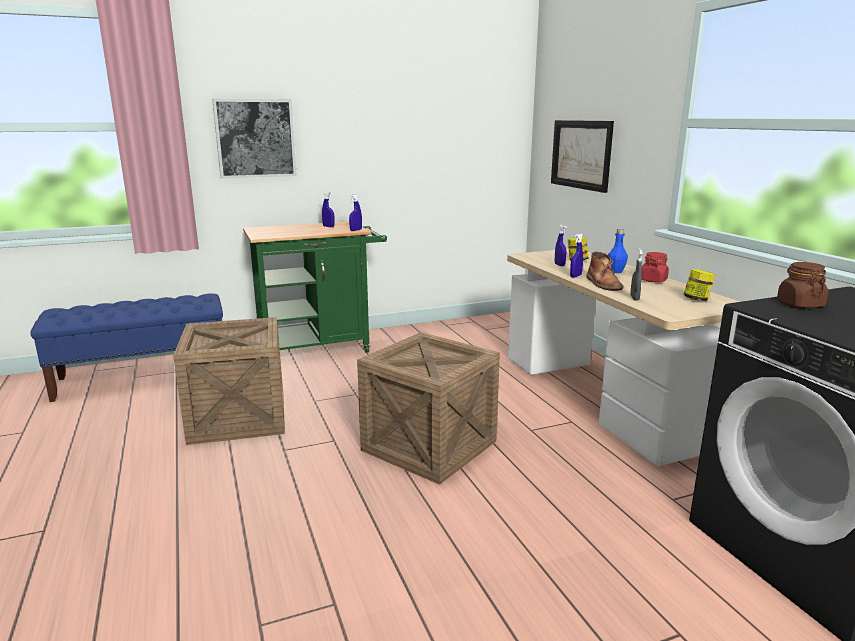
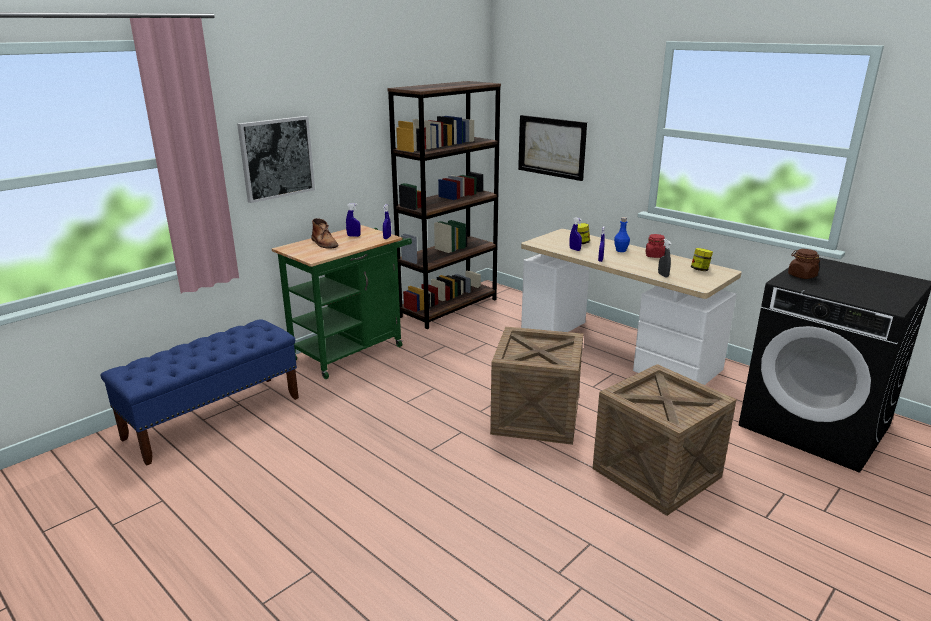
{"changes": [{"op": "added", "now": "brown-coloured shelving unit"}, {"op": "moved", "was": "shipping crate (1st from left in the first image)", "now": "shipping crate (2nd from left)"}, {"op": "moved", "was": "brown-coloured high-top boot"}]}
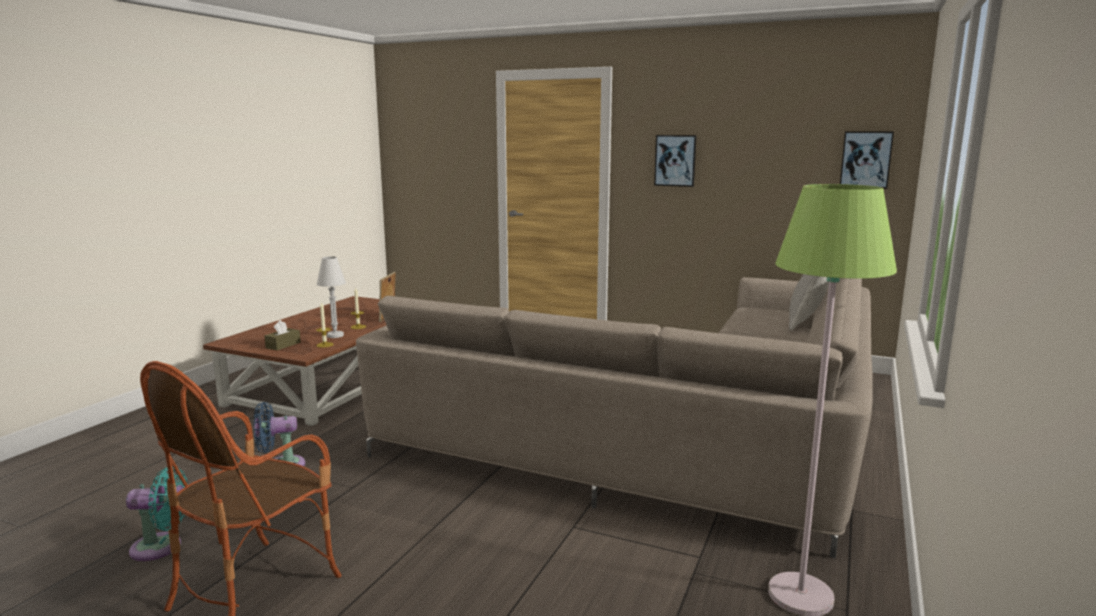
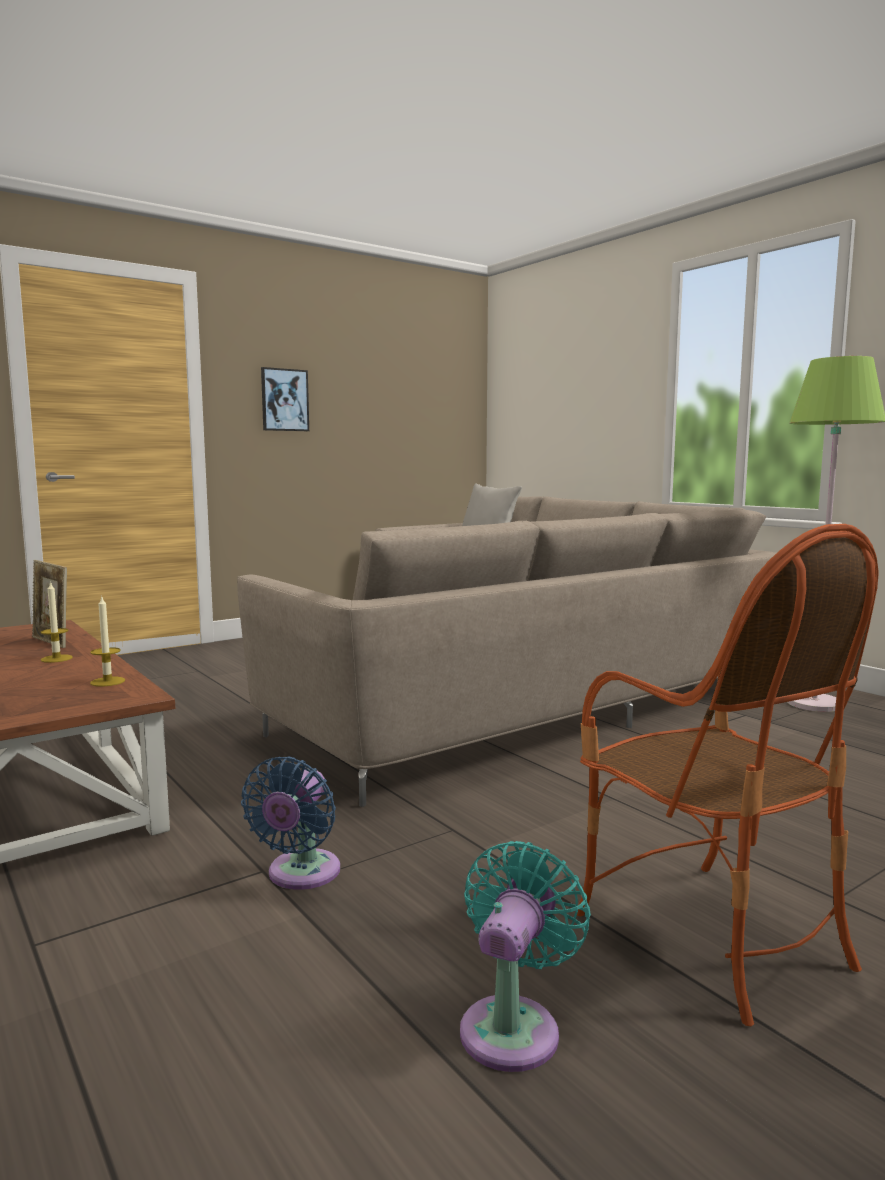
{"changes": [{"op": "removed", "was": "brown-coloured box of tissues"}, {"op": "removed", "was": "white lamp for a table"}, {"op": "removed", "was": "wall art (2nd from left)"}]}
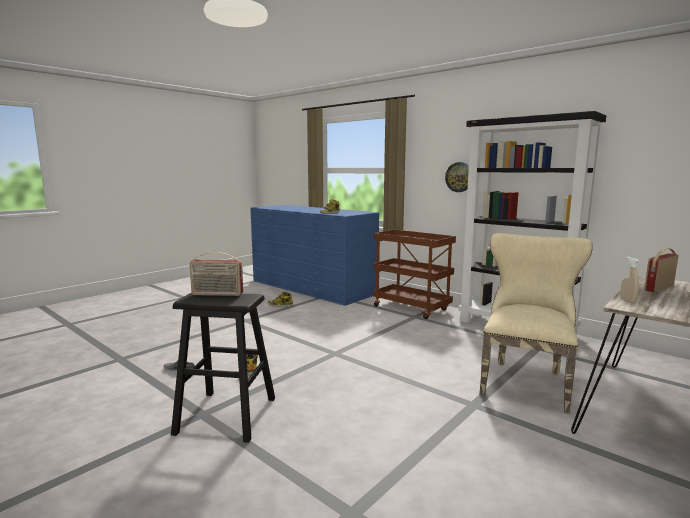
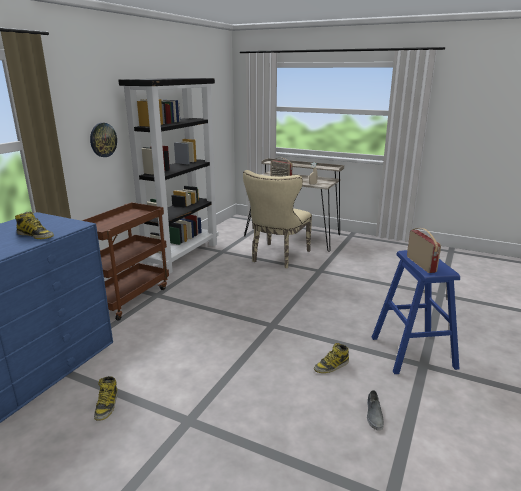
{"changes": [{"op": "recoloured", "was": "blackish sitting stool", "now": "bluish sitting stool"}, {"op": "turned", "was": "beige upright chair", "clockwise": -75}]}
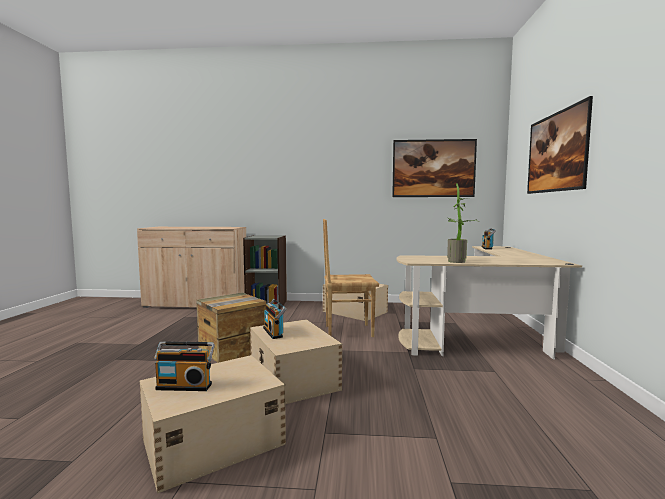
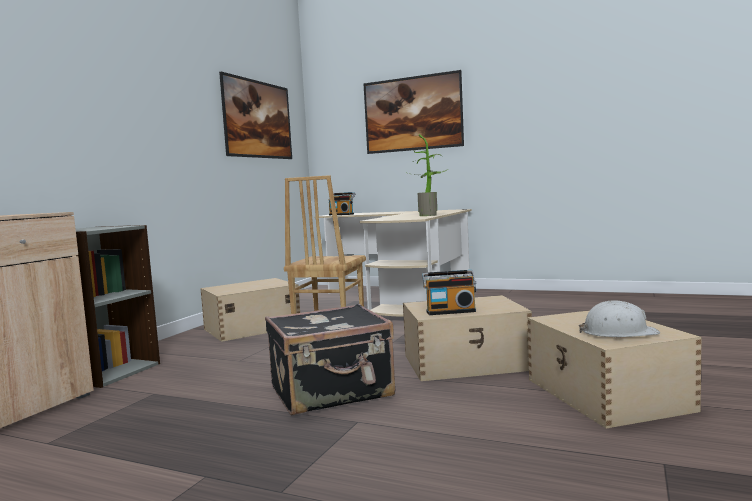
{"changes": [{"op": "replaced", "was": "radio set (1st from left)", "now": "white work helmet"}, {"op": "replaced", "was": "shipping crate", "now": "blackish travel case"}]}
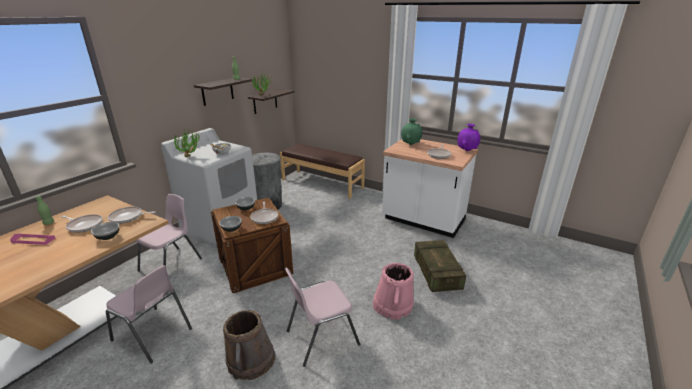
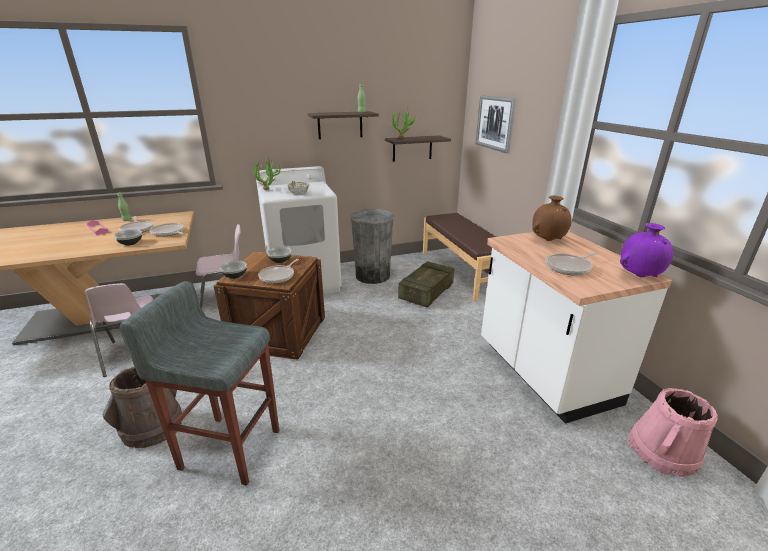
{"changes": [{"op": "added", "now": "wall art"}, {"op": "moved", "was": "pinkish water bucket"}, {"op": "moved", "was": "shipping crate (2nd from left)"}, {"op": "replaced", "was": "pinkish upright chair (3rd from left)", "now": "greyish sitting stool"}, {"op": "recoloured", "was": "green decorative vase", "now": "brown-coloured decorative vase"}]}
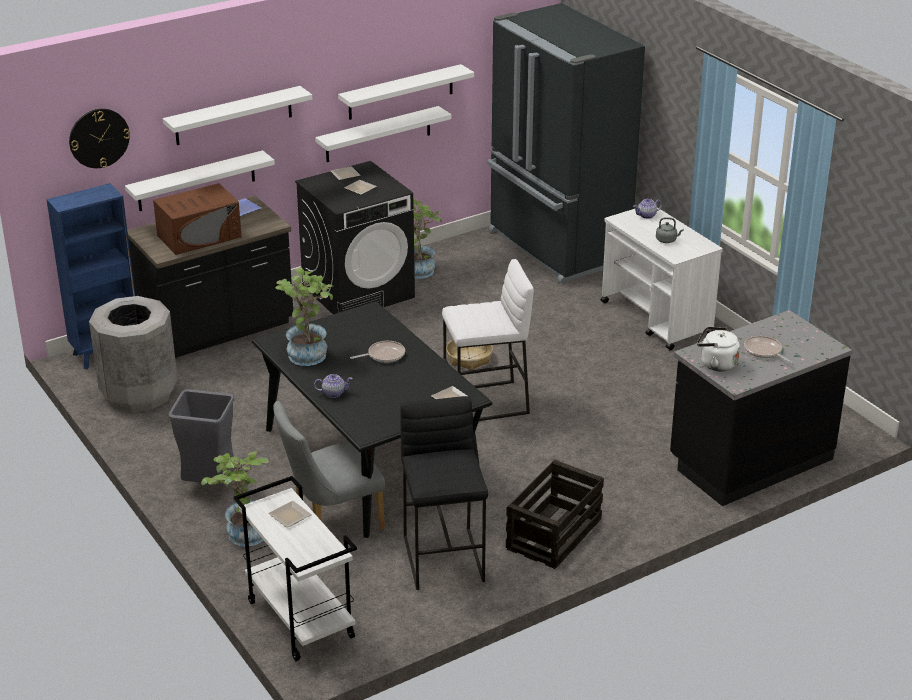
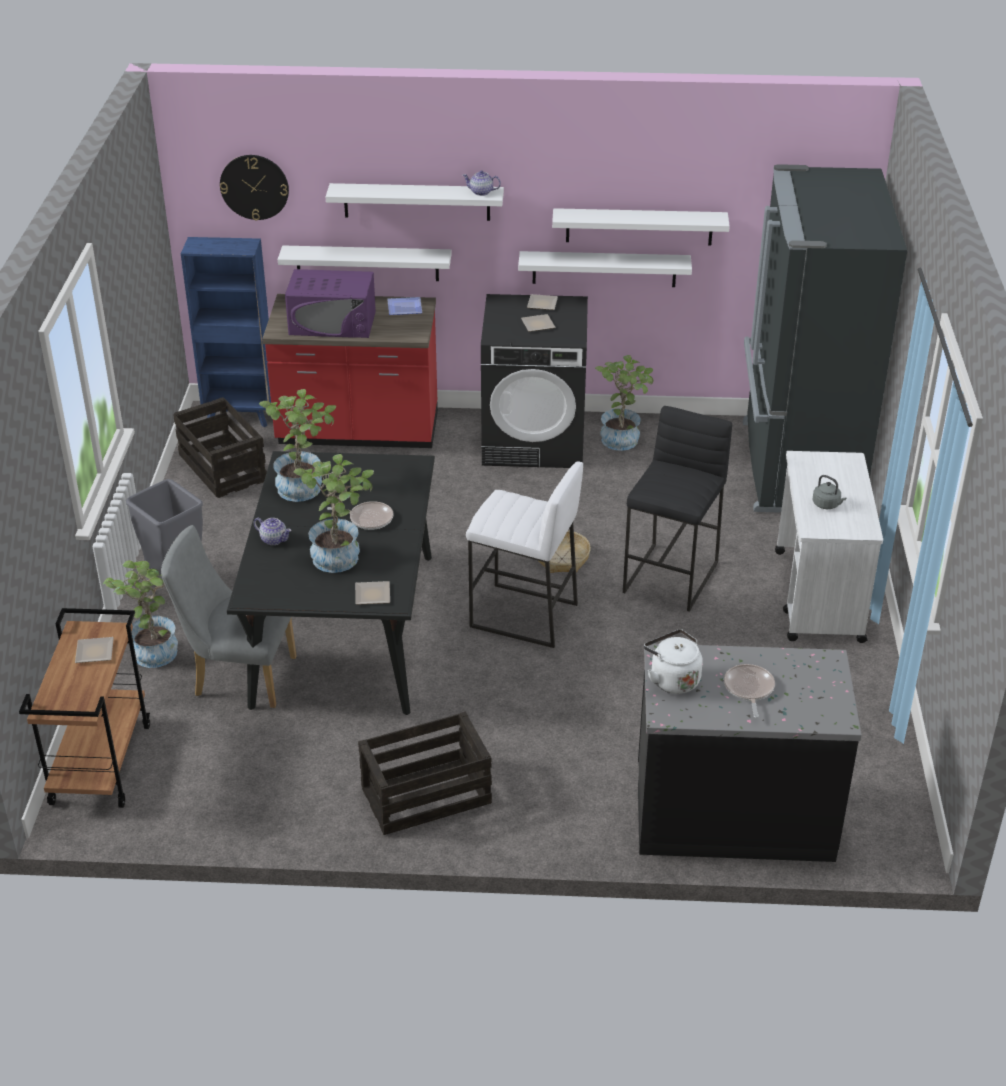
{"changes": [{"op": "added", "now": "plant in a pot (3rd from left)"}, {"op": "moved", "was": "blackish sitting stool"}, {"op": "moved", "was": "teapot (2nd from left)"}, {"op": "replaced", "was": "greyish rubbish bin (1st from left)", "now": "shipping crate (1st from left)"}, {"op": "recoloured", "was": "blackish kitchen base unit (1st from left)", "now": "red kitchen base unit"}, {"op": "recoloured", "was": "brown-coloured kitchen microwave", "now": "purplish kitchen microwave"}, {"op": "recoloured", "was": "white cart (1st from left)", "now": "brown-coloured cart"}]}
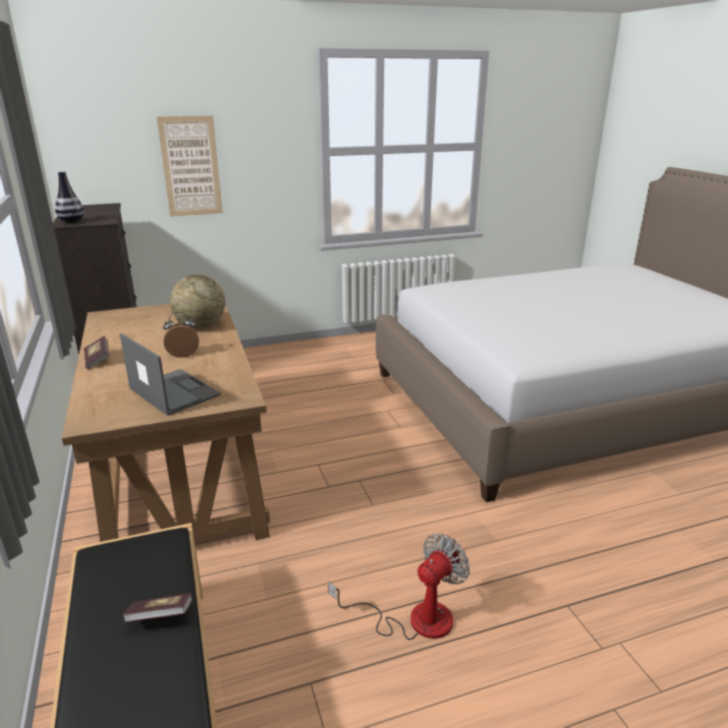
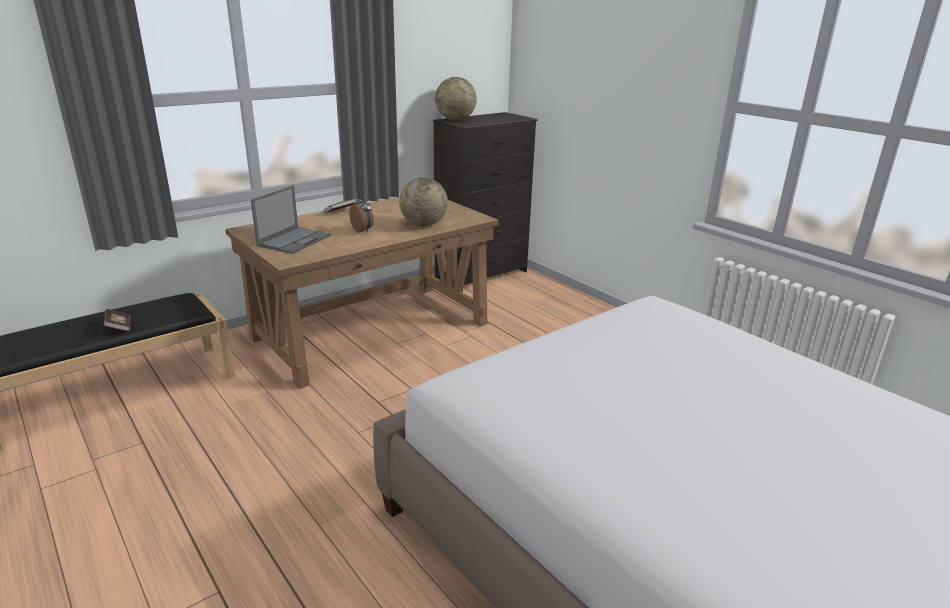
{"changes": [{"op": "removed", "was": "wall art"}, {"op": "removed", "was": "electric fan"}, {"op": "replaced", "was": "decorative vase", "now": "desk globe (2nd from left)"}]}
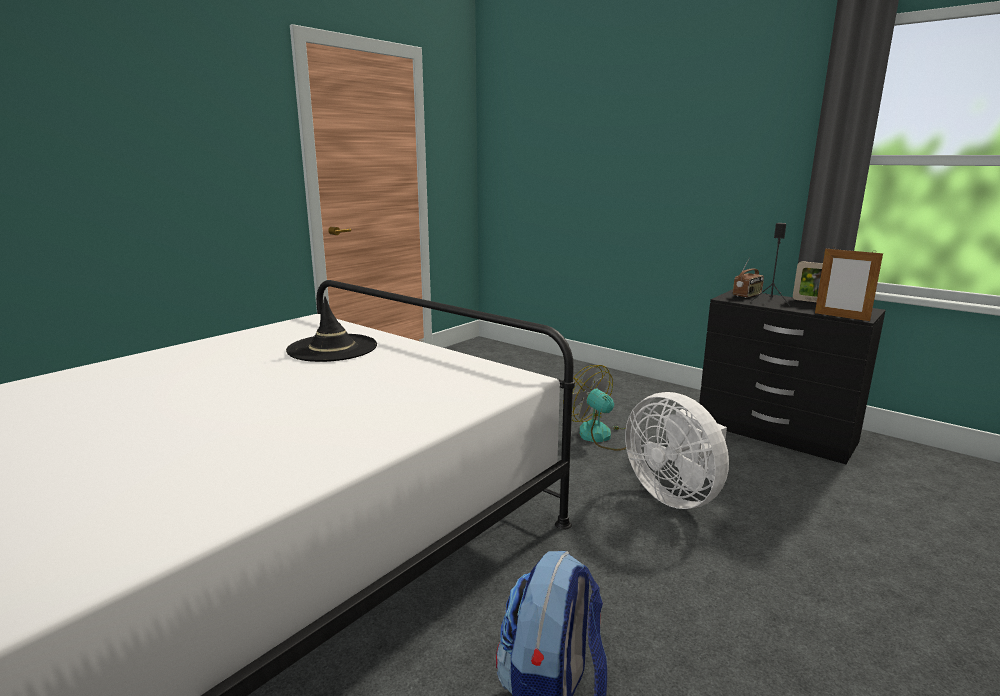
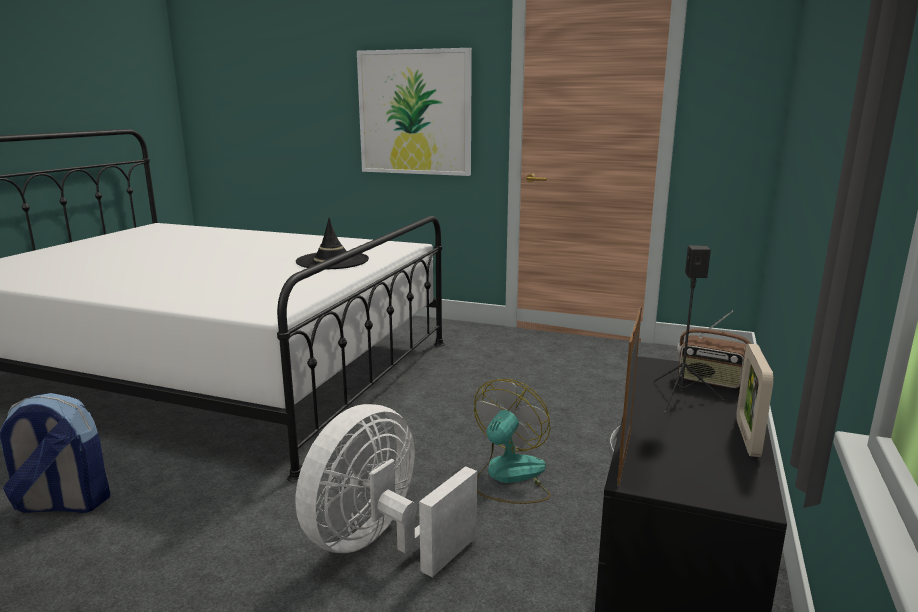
{"changes": [{"op": "added", "now": "wall art"}]}
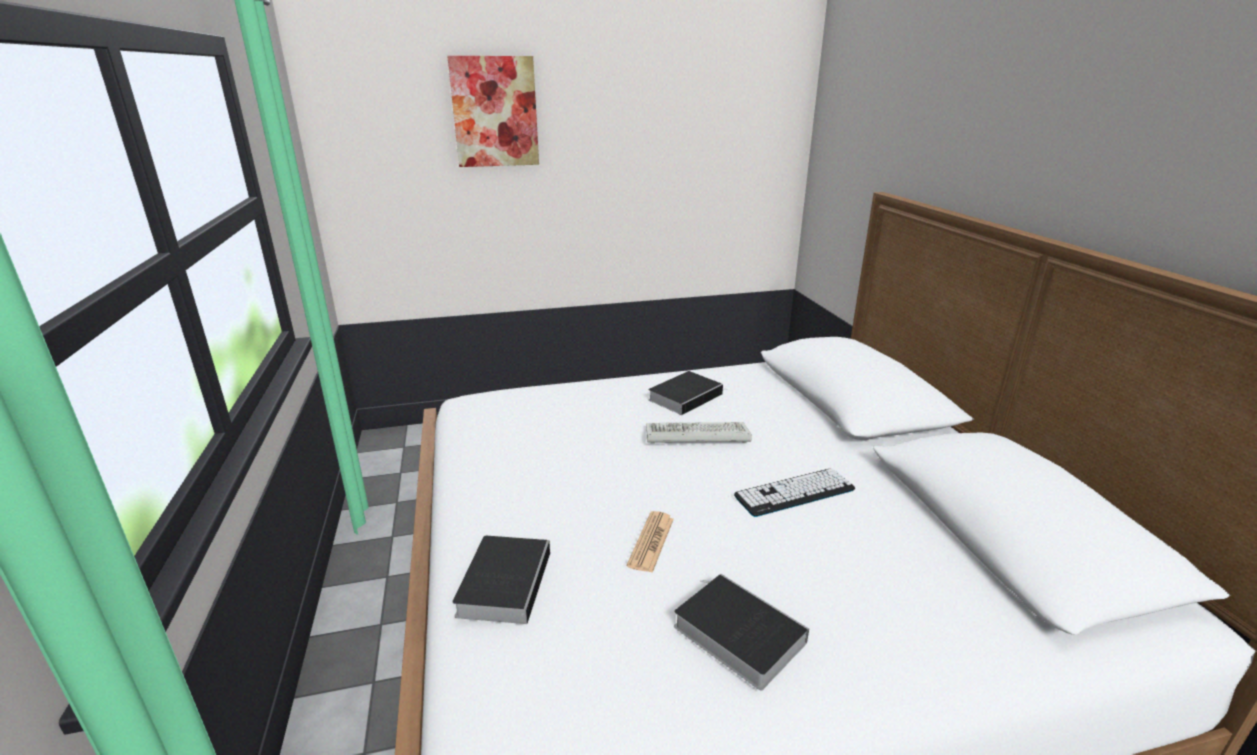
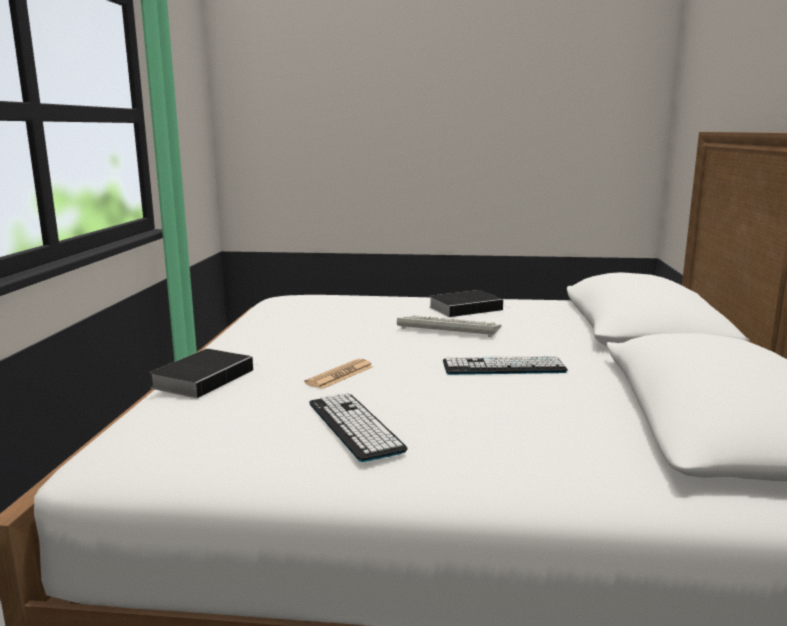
{"changes": [{"op": "removed", "was": "wall art"}, {"op": "replaced", "was": "volume (3rd from left)", "now": "computer keyboard (1st from left)"}]}
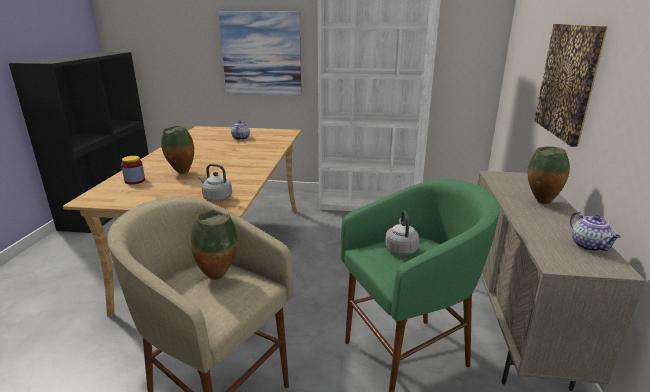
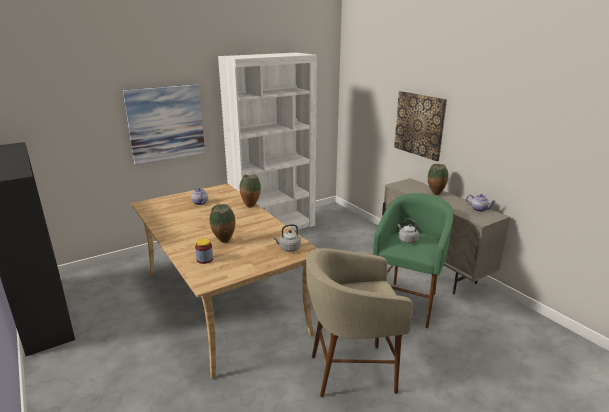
{"changes": [{"op": "moved", "was": "decorative vase (2nd from left)"}]}
